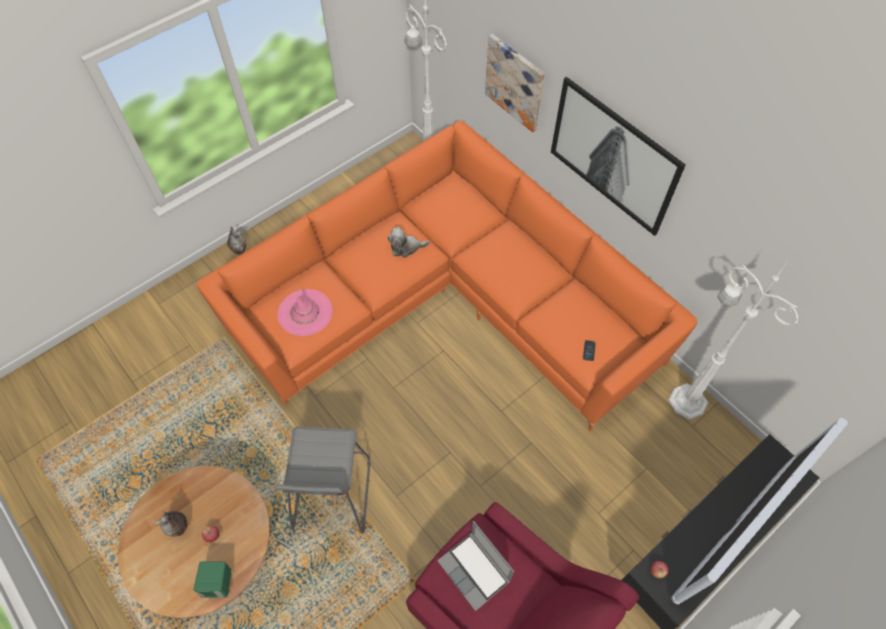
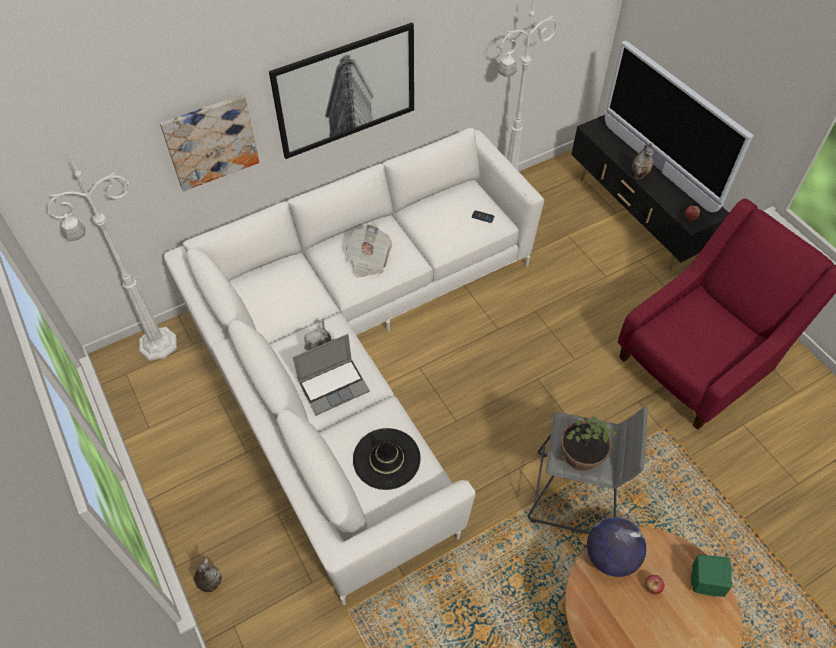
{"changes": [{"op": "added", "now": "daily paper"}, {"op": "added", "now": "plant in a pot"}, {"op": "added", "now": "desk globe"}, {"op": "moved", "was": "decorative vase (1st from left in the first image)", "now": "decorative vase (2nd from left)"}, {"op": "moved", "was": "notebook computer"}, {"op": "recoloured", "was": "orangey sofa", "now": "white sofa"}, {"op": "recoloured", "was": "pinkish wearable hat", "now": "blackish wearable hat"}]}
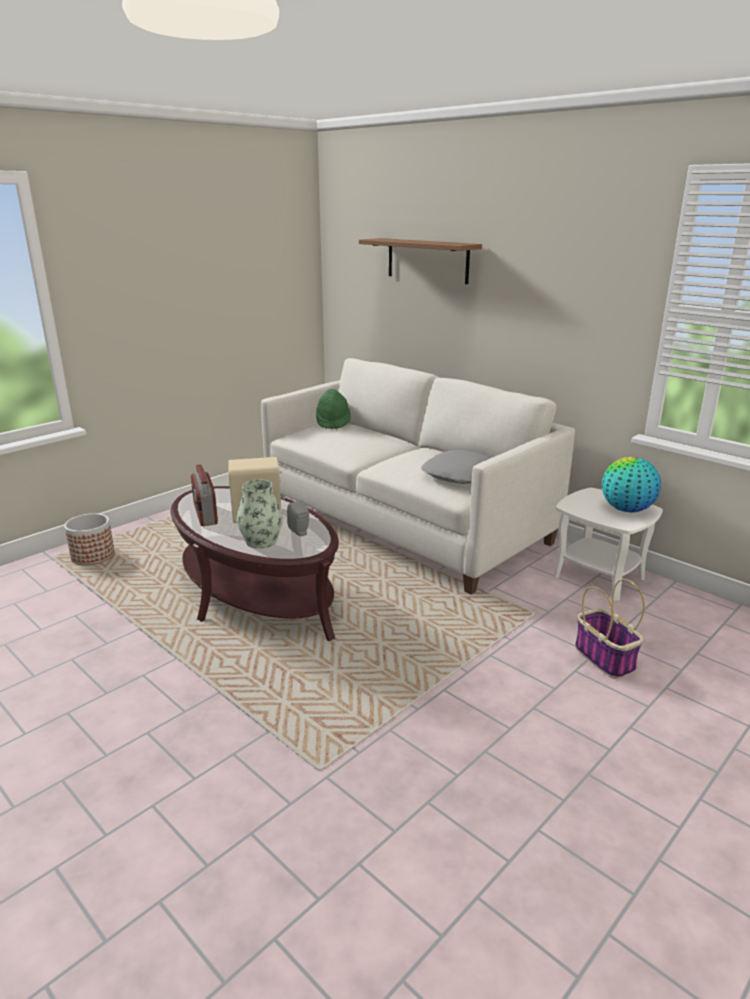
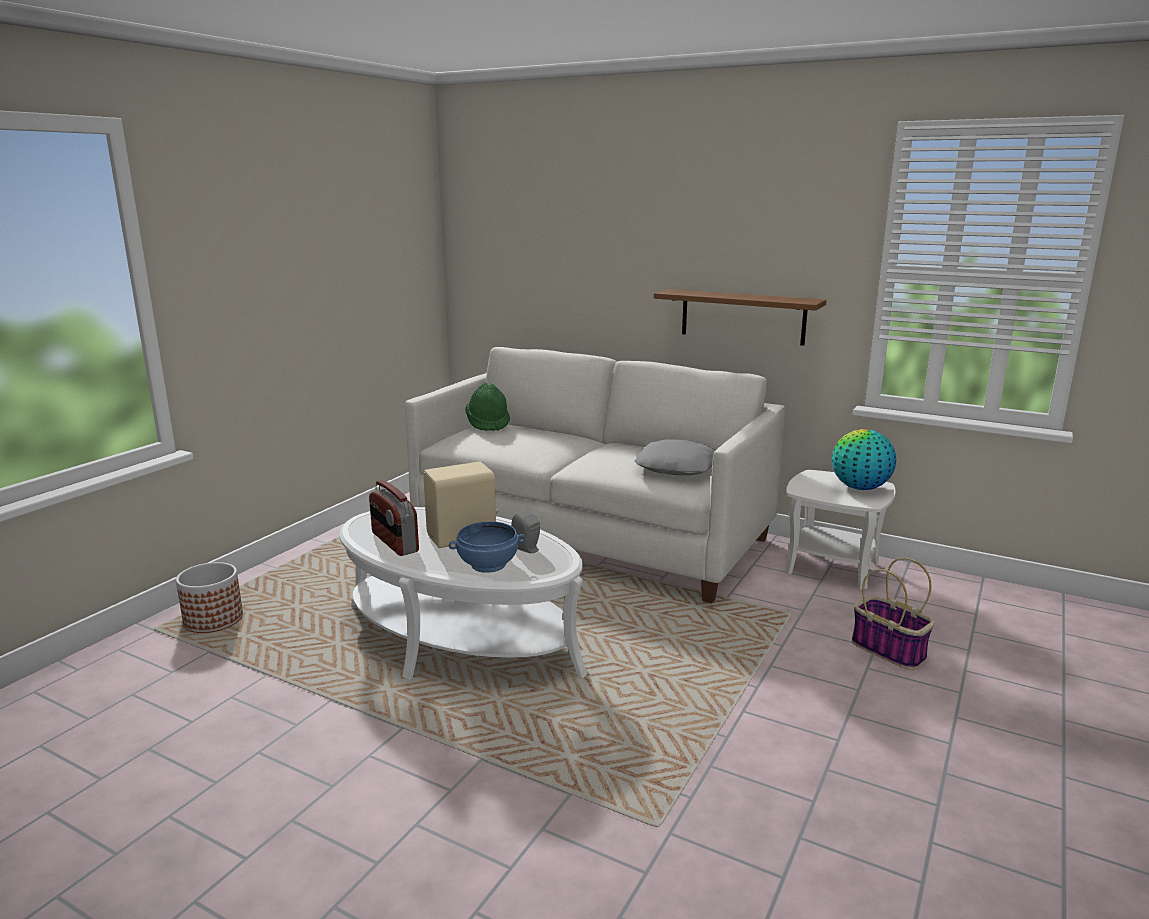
{"changes": [{"op": "moved", "was": "brown-coloured wall shelf"}, {"op": "replaced", "was": "decorative vase", "now": "bluish serving bowl"}, {"op": "recoloured", "was": "brown-coloured coffee table", "now": "white coffee table"}]}
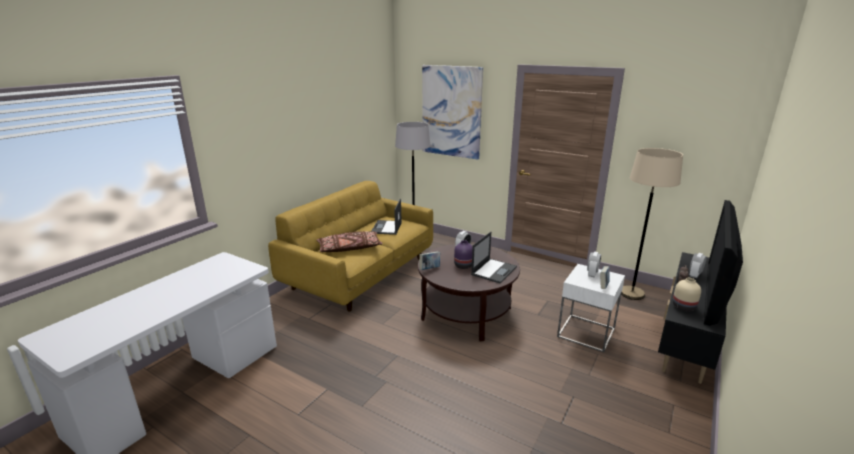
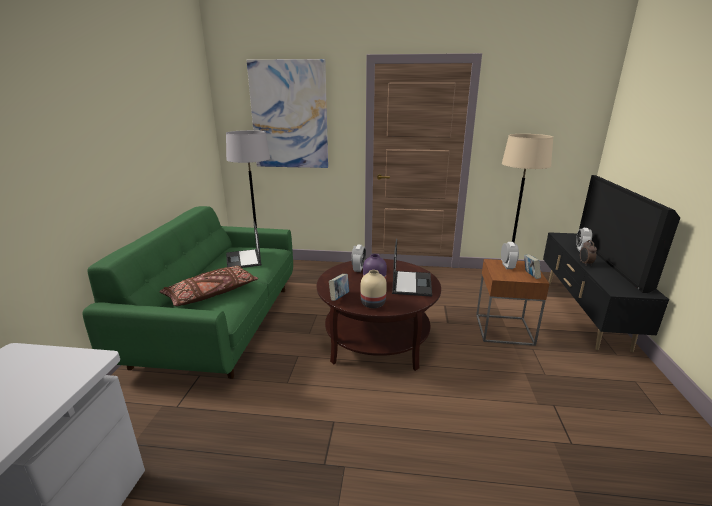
{"changes": [{"op": "moved", "was": "beige decorative vase"}, {"op": "recoloured", "was": "yellow-coloured sofa", "now": "green sofa"}, {"op": "recoloured", "was": "white end table", "now": "brown-coloured end table"}]}
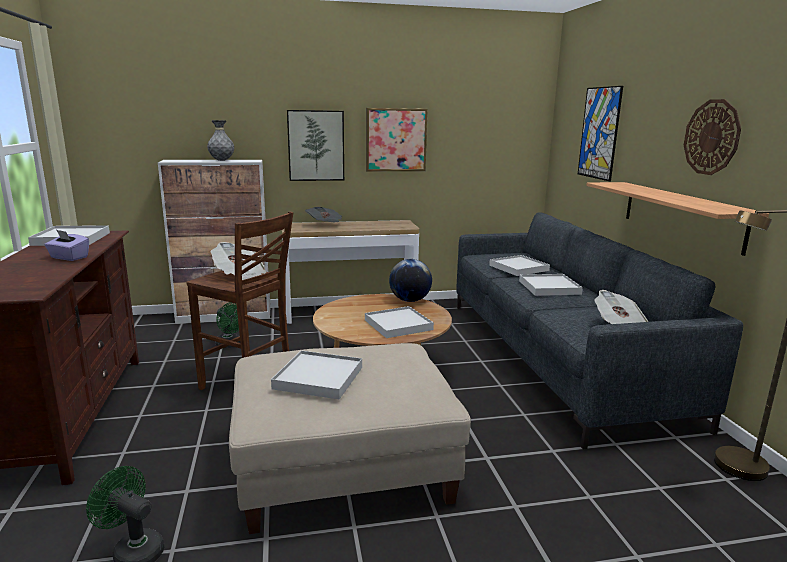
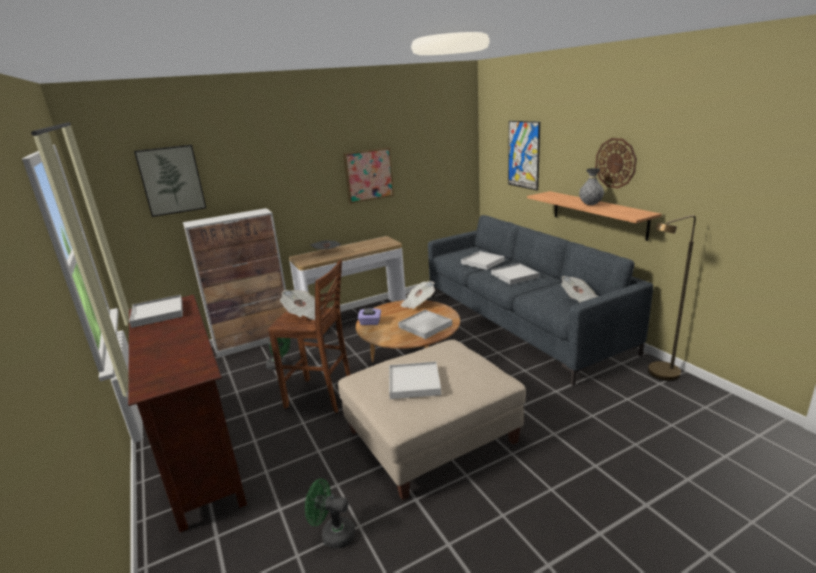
{"changes": [{"op": "moved", "was": "purplish box of tissues"}, {"op": "moved", "was": "greyish decorative vase"}, {"op": "moved", "was": "wall art (1st from left)"}, {"op": "replaced", "was": "desk globe", "now": "daily paper (3rd from left)"}]}
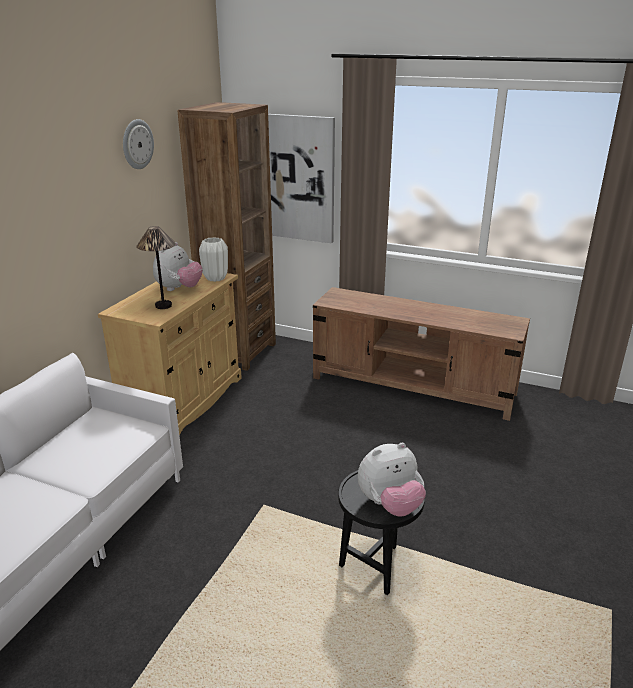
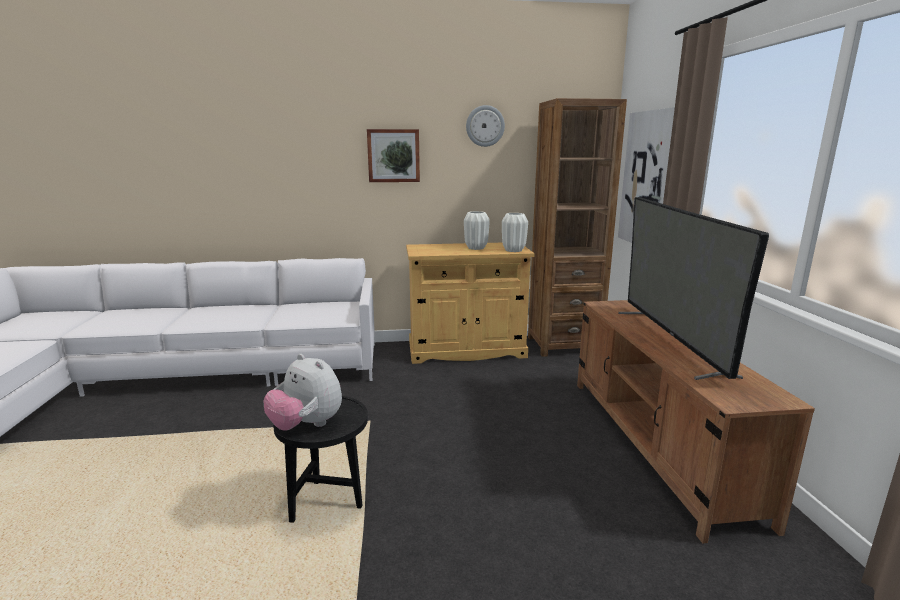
{"changes": [{"op": "removed", "was": "lamp for a table"}, {"op": "added", "now": "wall art (1st from left)"}, {"op": "added", "now": "TV"}, {"op": "replaced", "was": "plush toy (1st from left)", "now": "white decorative vase (1st from left)"}]}
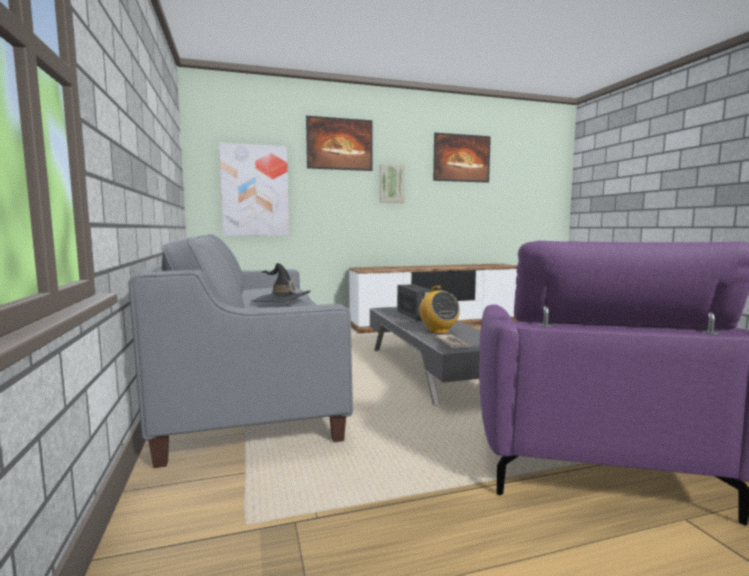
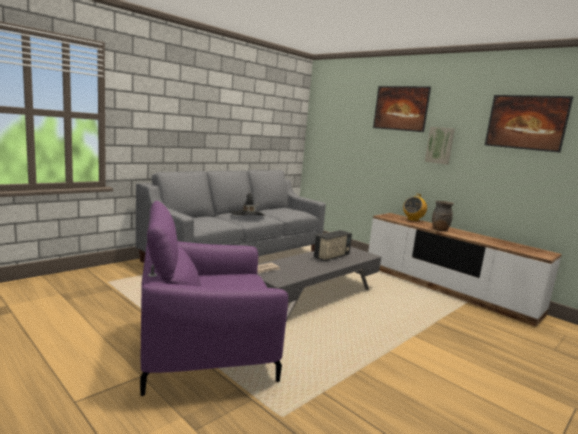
{"changes": [{"op": "removed", "was": "wall art (1st from left)"}, {"op": "added", "now": "brown-coloured decorative vase"}, {"op": "moved", "was": "radio set (2nd from left)"}]}
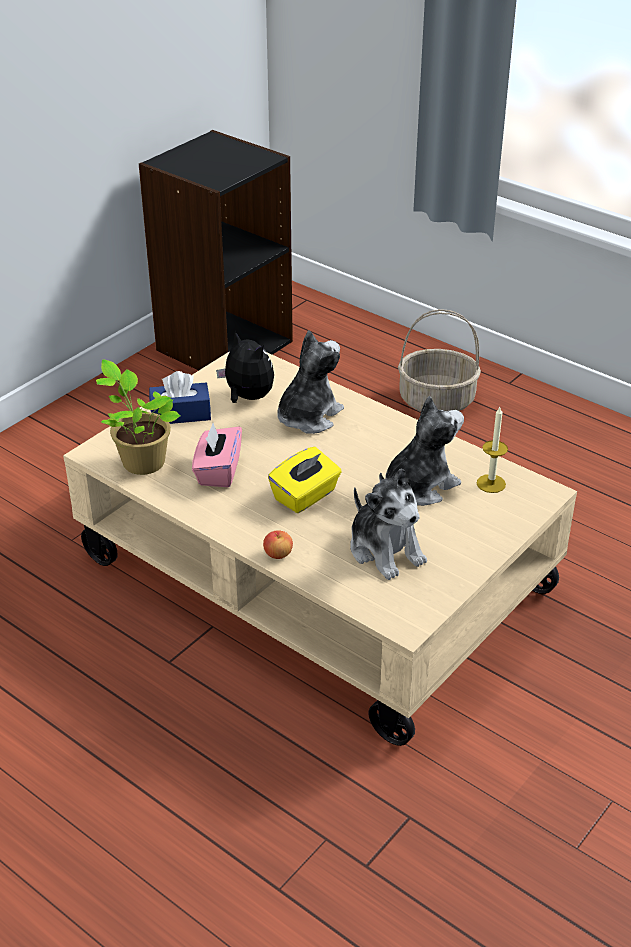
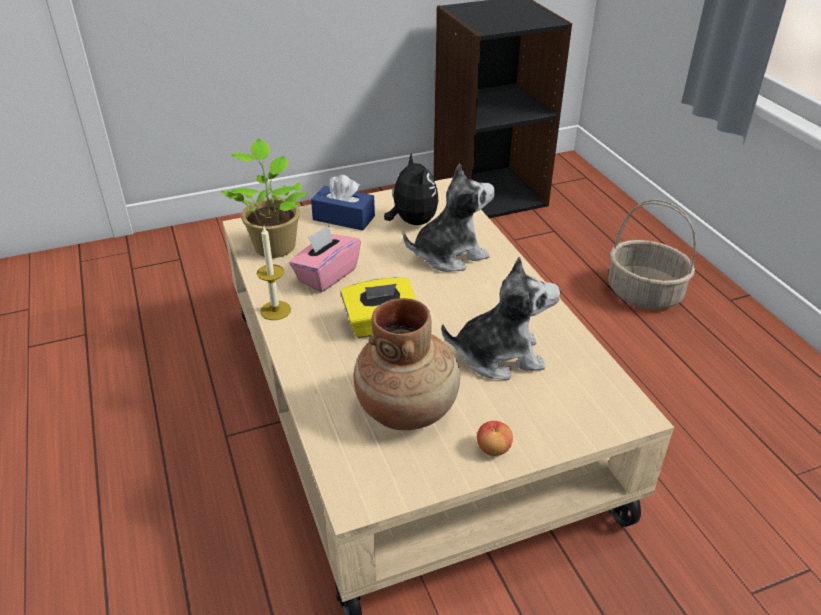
{"changes": [{"op": "moved", "was": "apple fruit"}, {"op": "moved", "was": "wax light"}, {"op": "replaced", "was": "plush toy (3rd from left)", "now": "brown-coloured decorative vase"}]}
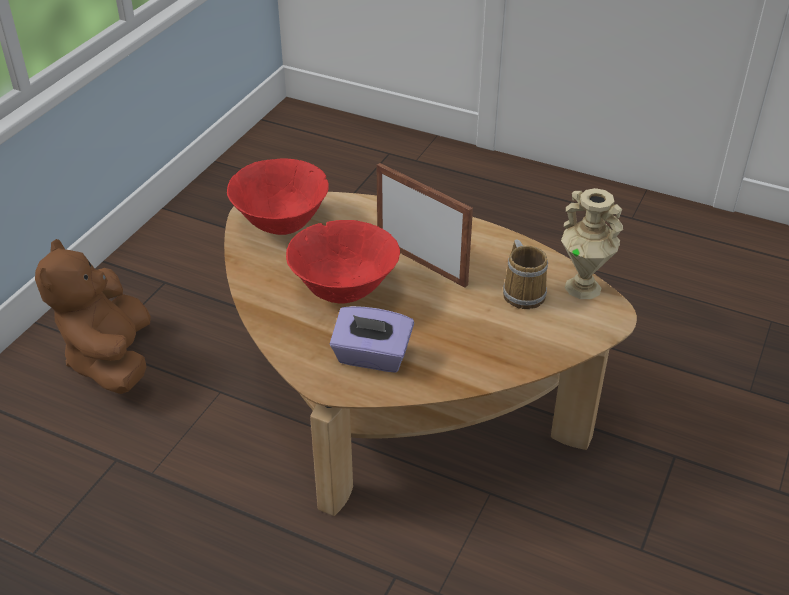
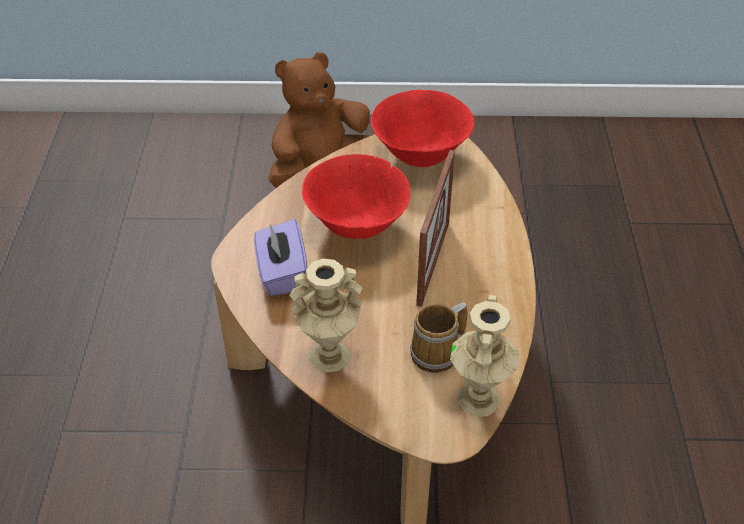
{"changes": [{"op": "added", "now": "beige decorative vase (1st from left)"}]}
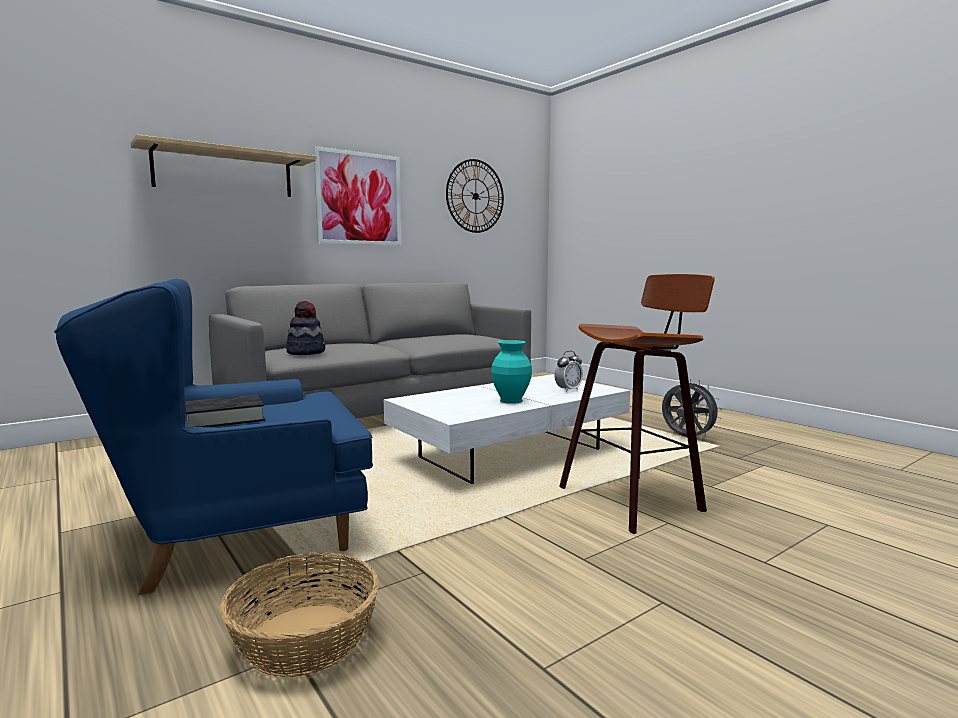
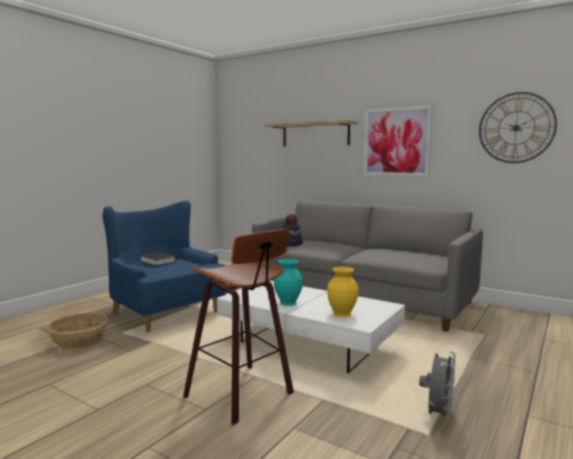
{"changes": [{"op": "replaced", "was": "bedside clock", "now": "yellow-coloured decorative vase"}]}
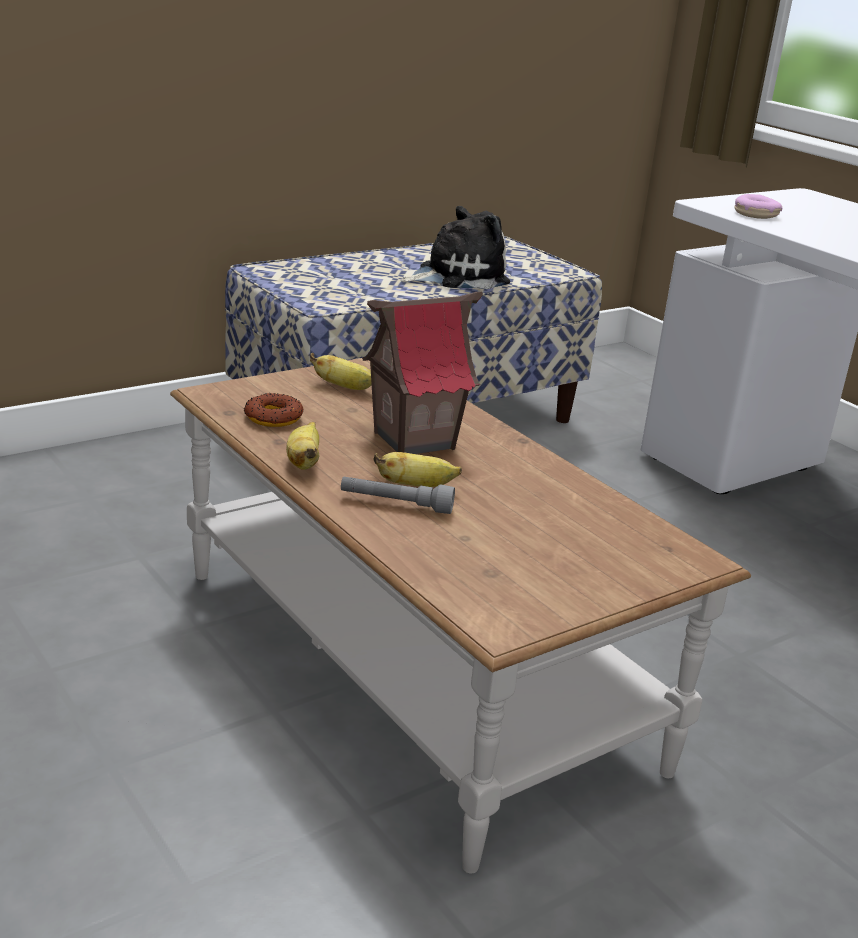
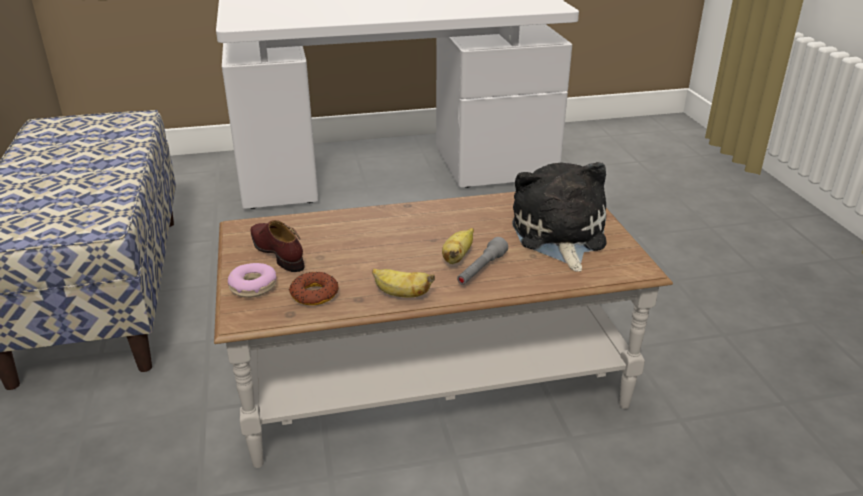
{"changes": [{"op": "removed", "was": "miniature house"}, {"op": "moved", "was": "plush toy"}, {"op": "moved", "was": "ring doughnut (2nd from left in the first image)", "now": "ring doughnut (1st from left)"}, {"op": "replaced", "was": "banana (2nd from left)", "now": "brown-coloured item of footwear"}]}
